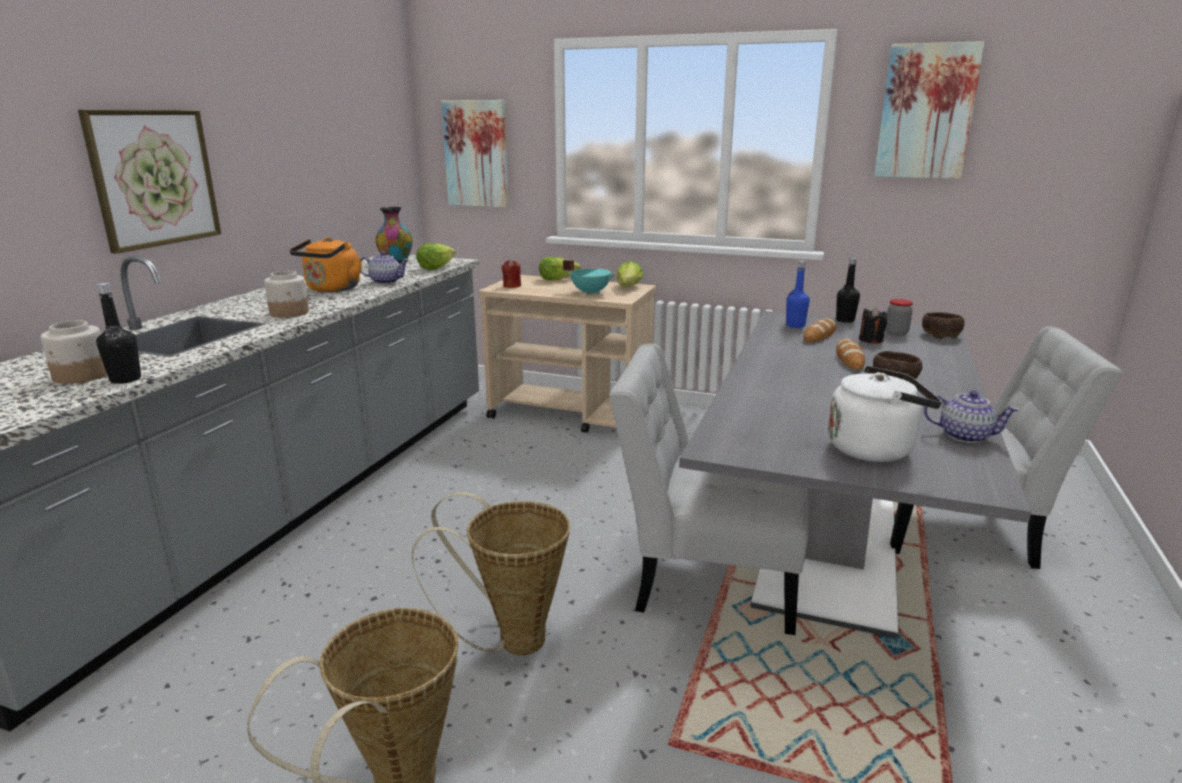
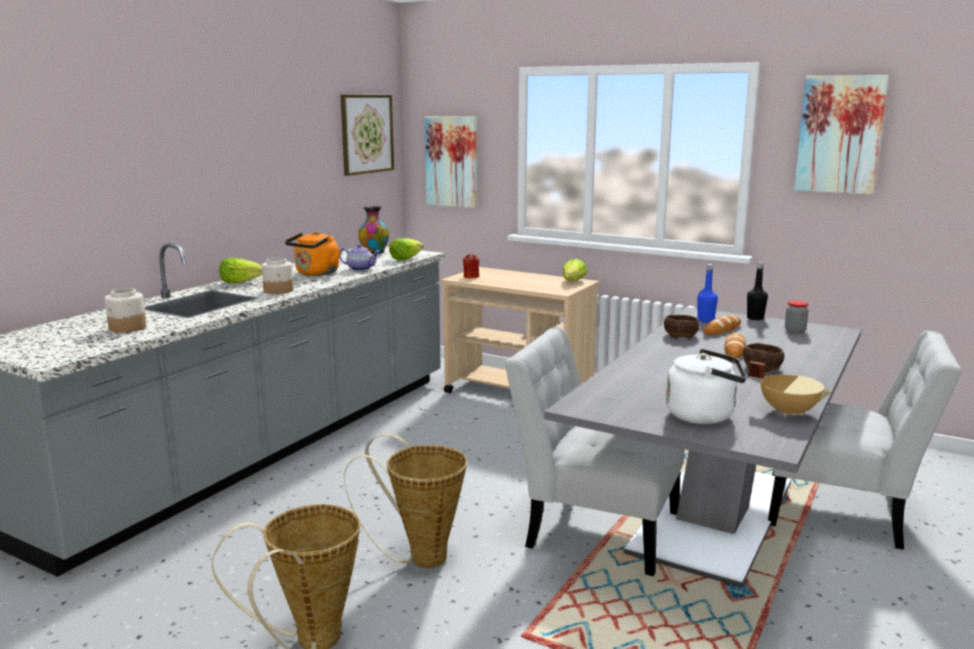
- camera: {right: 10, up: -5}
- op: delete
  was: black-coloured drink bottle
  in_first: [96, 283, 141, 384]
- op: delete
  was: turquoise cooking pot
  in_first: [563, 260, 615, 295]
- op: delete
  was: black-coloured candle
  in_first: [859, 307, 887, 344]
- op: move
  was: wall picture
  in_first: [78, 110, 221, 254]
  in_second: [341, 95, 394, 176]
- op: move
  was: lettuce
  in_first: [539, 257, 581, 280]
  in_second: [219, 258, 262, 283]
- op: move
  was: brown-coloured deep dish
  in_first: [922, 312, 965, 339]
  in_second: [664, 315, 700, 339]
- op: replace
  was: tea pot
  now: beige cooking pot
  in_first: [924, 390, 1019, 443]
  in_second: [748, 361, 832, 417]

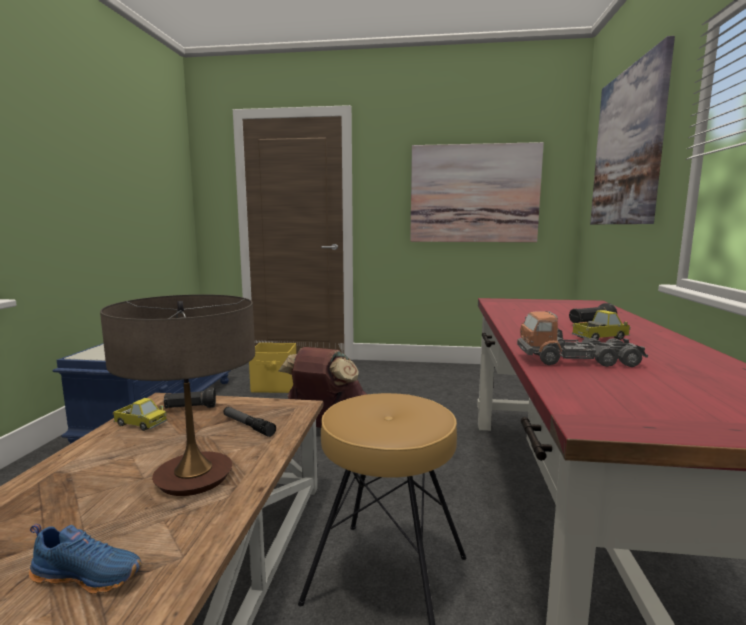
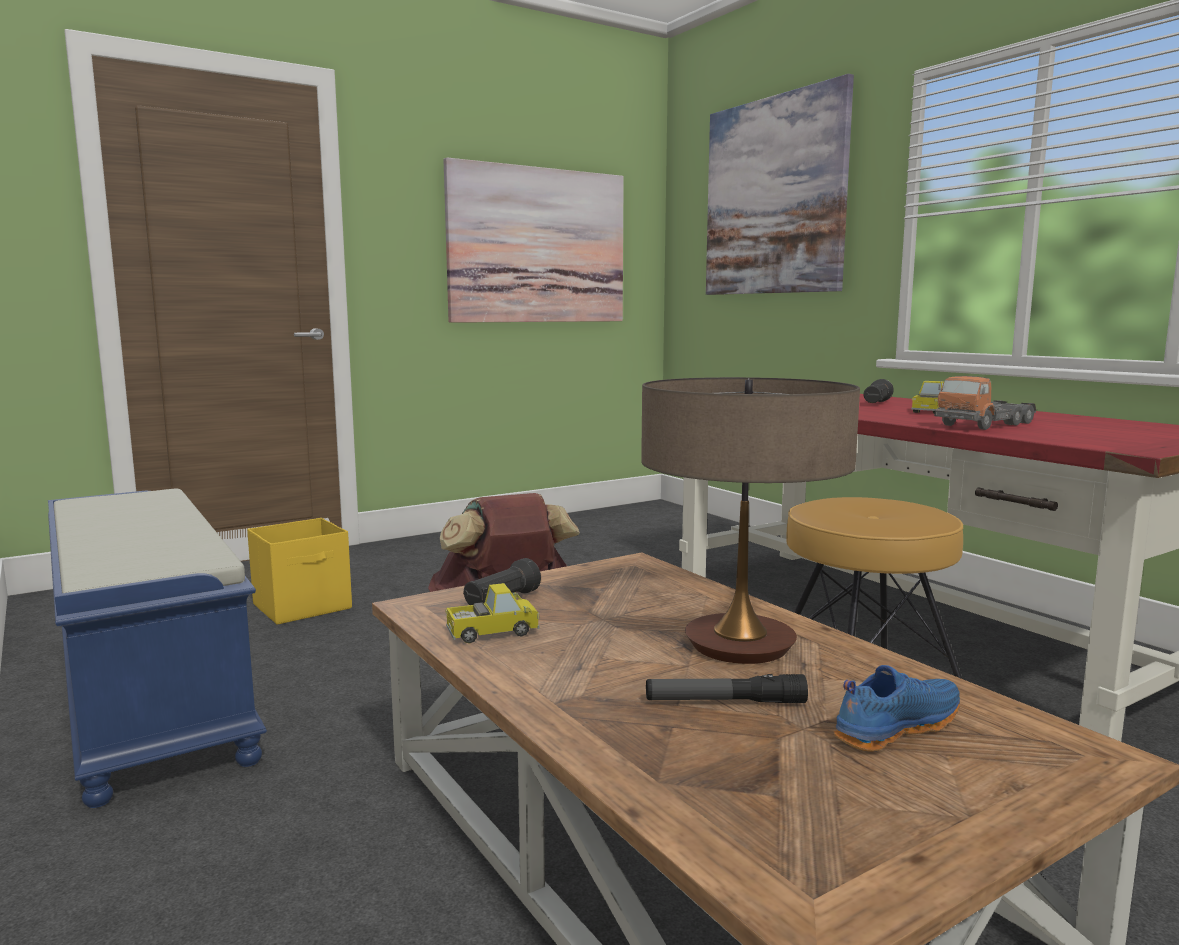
- camera: {right: -40, up: 0}
- op: move
  was: hand torch
  in_first: [223, 407, 276, 437]
  in_second: [646, 674, 808, 703]

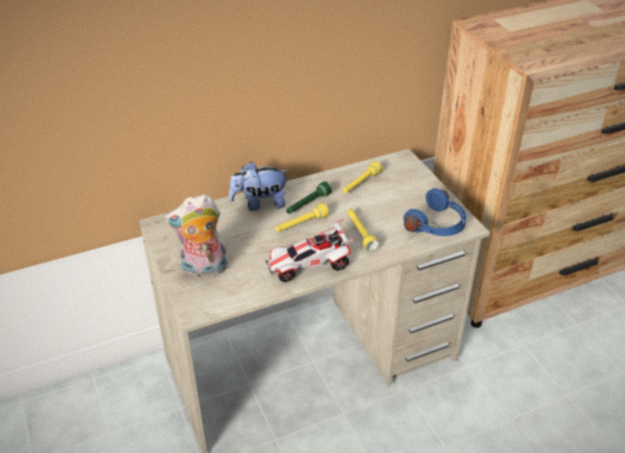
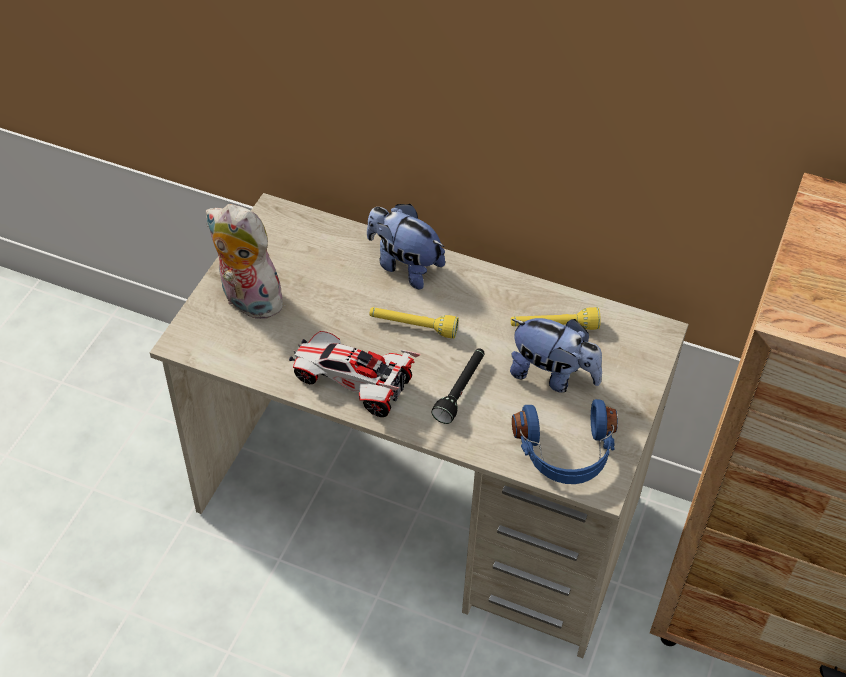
- camera: {right: 45, up: 10}
- op: delete
  was: green-coloured hand torch
  in_first: [286, 181, 332, 214]
- op: insert
  now: cuddly toy
  in_second: [510, 318, 602, 393]
- op: recolor
  was: yellow hand torch
  now: black-coloured hand torch
  in_first: [347, 209, 379, 252]
  in_second: [432, 348, 485, 424]

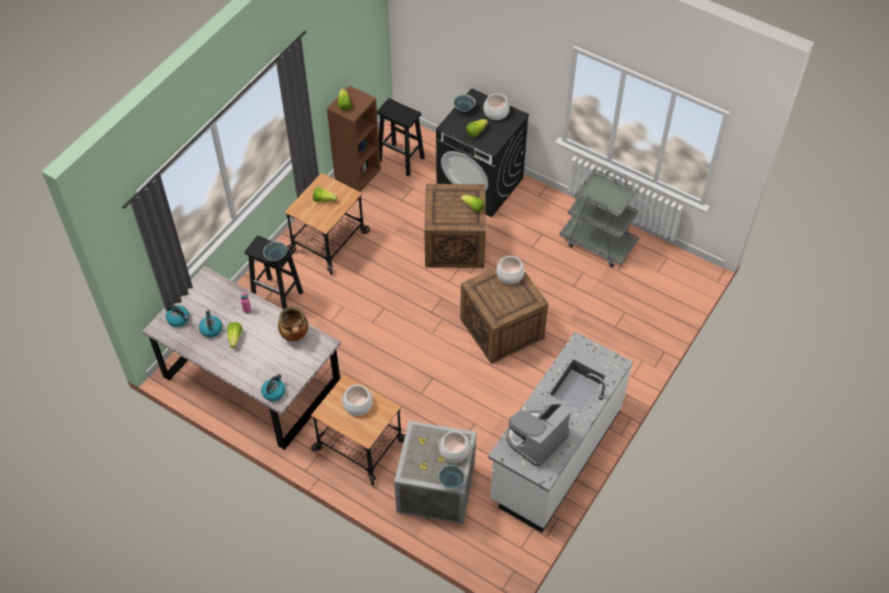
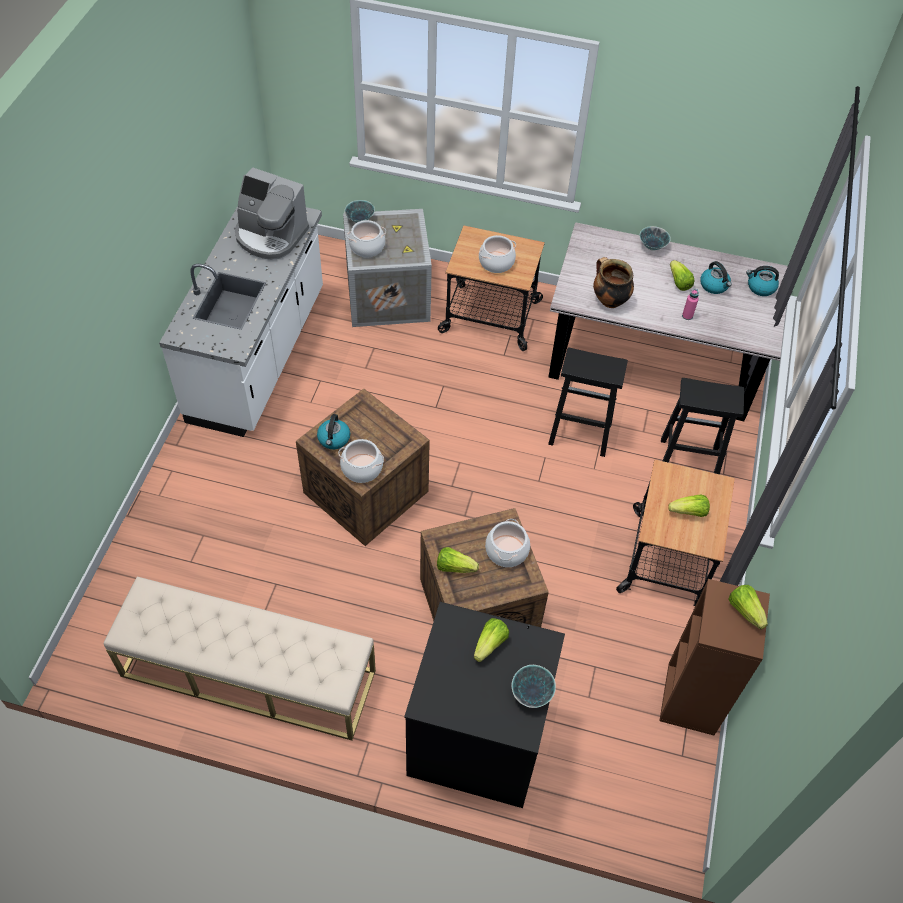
- camera: {right: 160, up: 0}
- op: move
  was: tea kettle
  in_first: [261, 374, 285, 401]
  in_second: [317, 414, 350, 449]
- op: move
  was: deep dish
  in_first: [263, 241, 287, 261]
  in_second: [640, 226, 671, 250]
- op: move
  was: black-coloured stool
  in_first: [377, 98, 425, 177]
  in_second: [548, 348, 628, 457]
- op: move
  was: cooking pot
  in_first: [483, 94, 510, 120]
  in_second: [485, 519, 530, 567]
- op: replace
  was: grey cart
  now: beige bench
  in_first: [560, 169, 639, 267]
  in_second: [104, 577, 376, 741]
- op: rotate
  was: coffee maker
  in_first: [506, 404, 571, 466]
  in_second: [235, 167, 309, 260]
  clockwise: 90

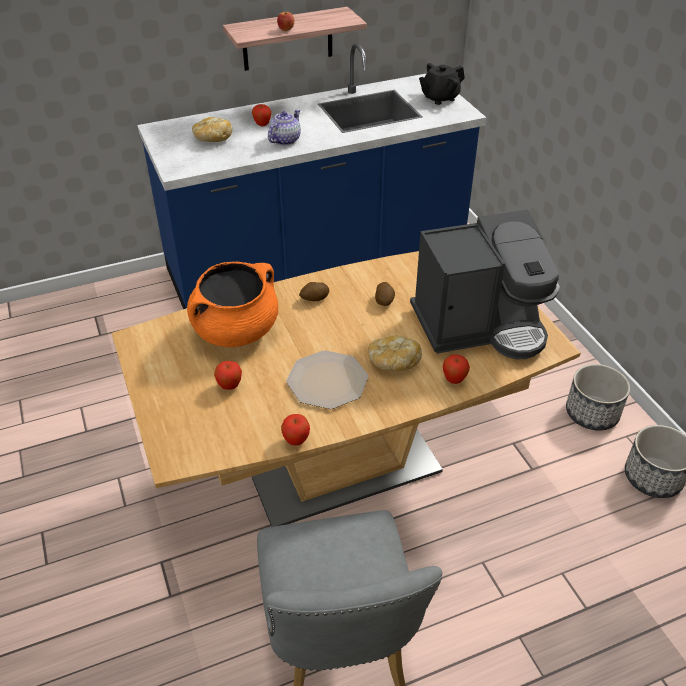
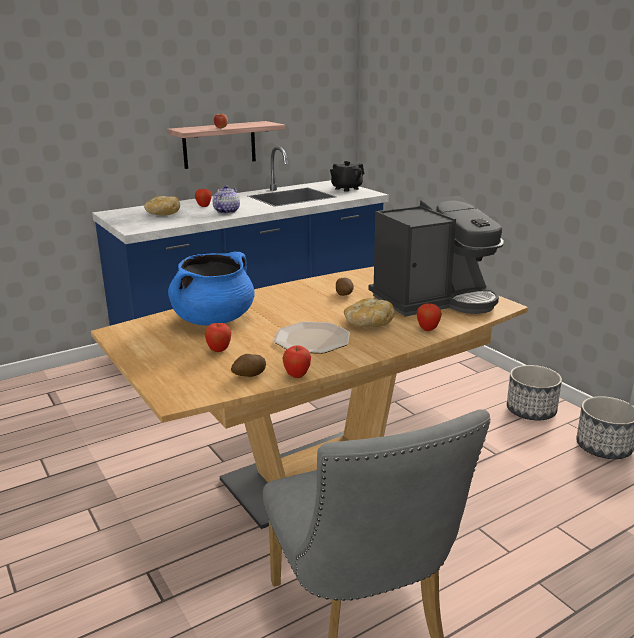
- camera: {right: -10, up: -20}
- op: move
  was: whole potato
  in_first: [299, 282, 329, 301]
  in_second: [231, 354, 266, 377]
- op: recolor
  was: orange-coloured cooking pot
  now: blue cooking pot
  in_first: [187, 262, 278, 347]
  in_second: [168, 252, 255, 325]

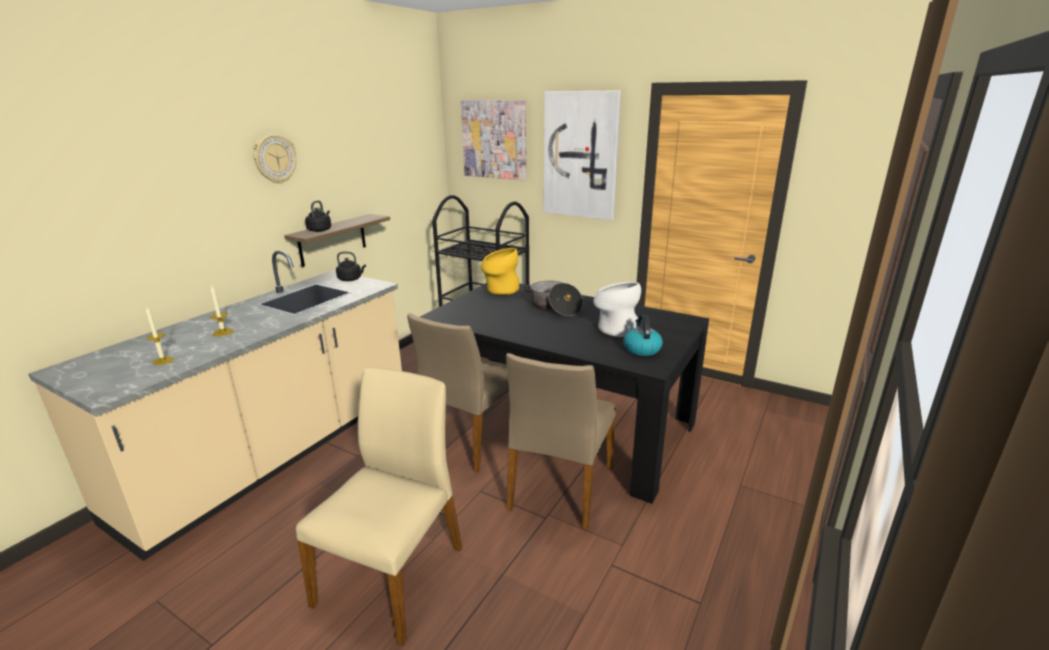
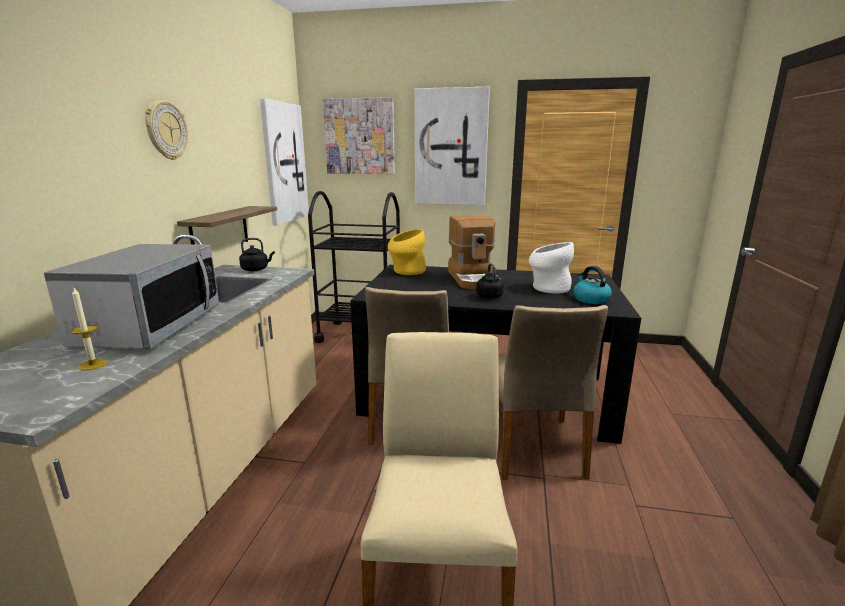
- camera: {right: -20, up: -5}
- op: insert
  now: wall picture
  in_second: [260, 98, 309, 225]
- op: move
  was: black-coloured tea kettle
  in_first: [305, 200, 331, 232]
  in_second: [476, 263, 504, 299]
- op: replace
  was: candle
  now: microwave oven
  in_first: [210, 285, 233, 336]
  in_second: [44, 244, 219, 349]
- op: replace
  was: cooking pot
  now: coffee maker
  in_first: [524, 281, 583, 316]
  in_second: [448, 215, 501, 289]

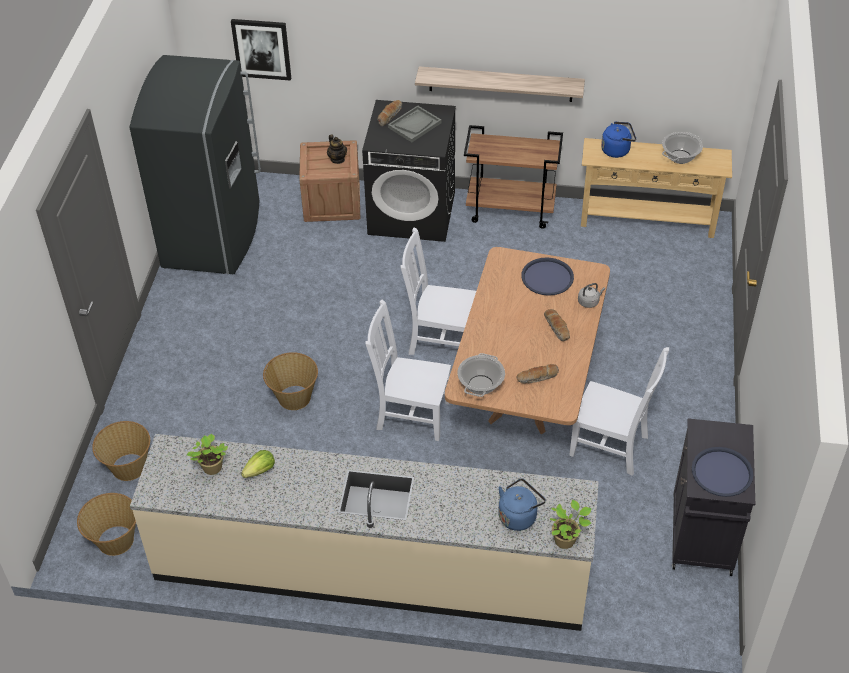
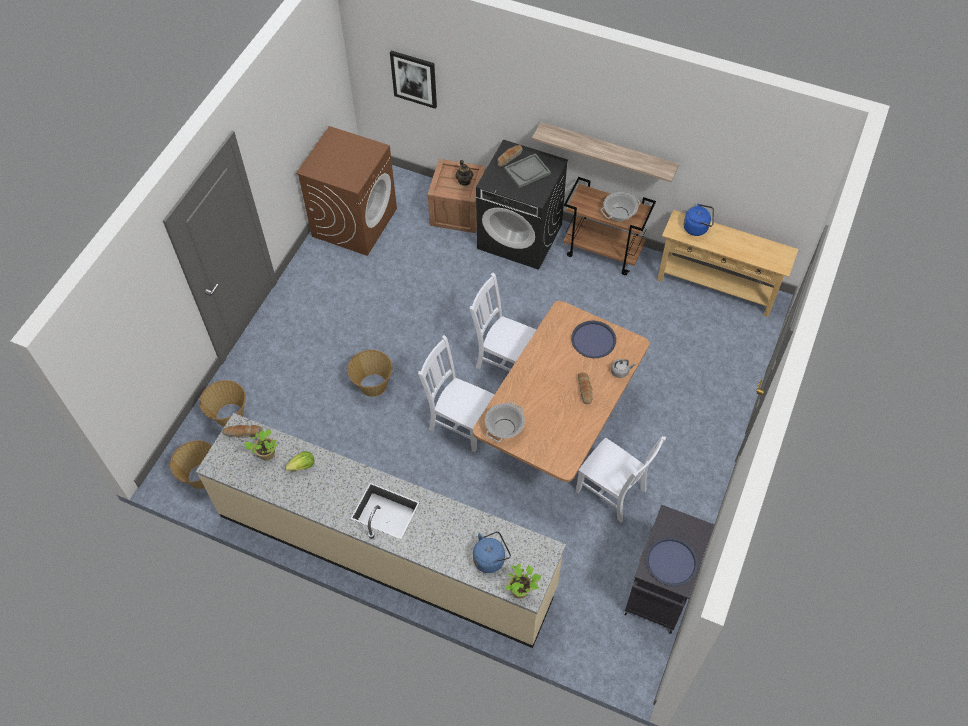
- camera: {right: 15, up: 10}
- op: move
  was: bakery bread
  in_first: [516, 364, 559, 384]
  in_second: [222, 425, 262, 438]
- op: move
  was: cooking pot
  in_first: [662, 132, 703, 164]
  in_second: [601, 192, 641, 221]
- op: replace
  was: grey kitchen fridge
  now: brown-coloured laundry machine
  in_first: [130, 55, 261, 274]
  in_second: [296, 126, 397, 256]

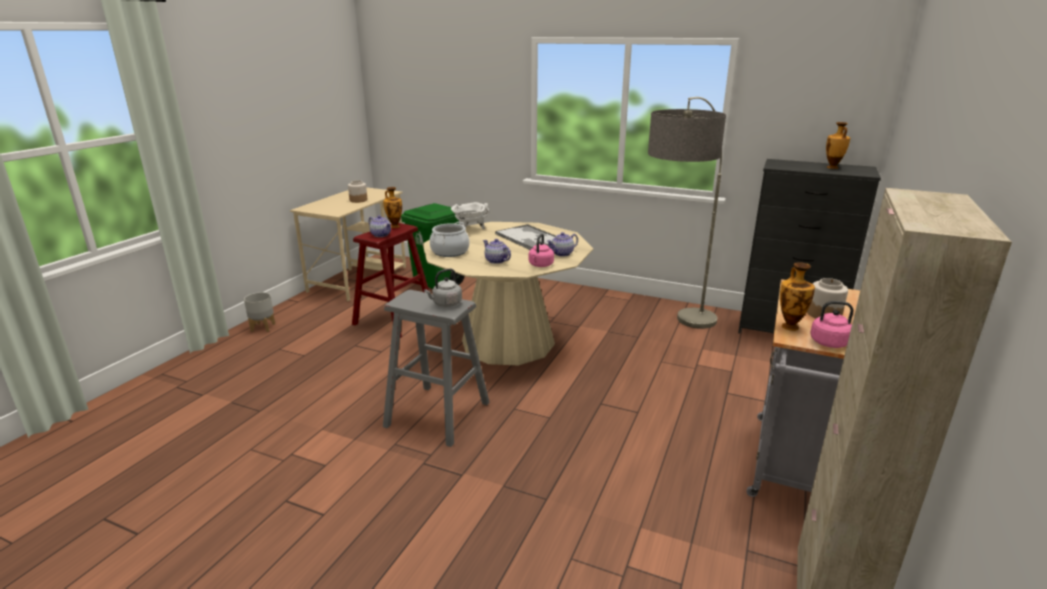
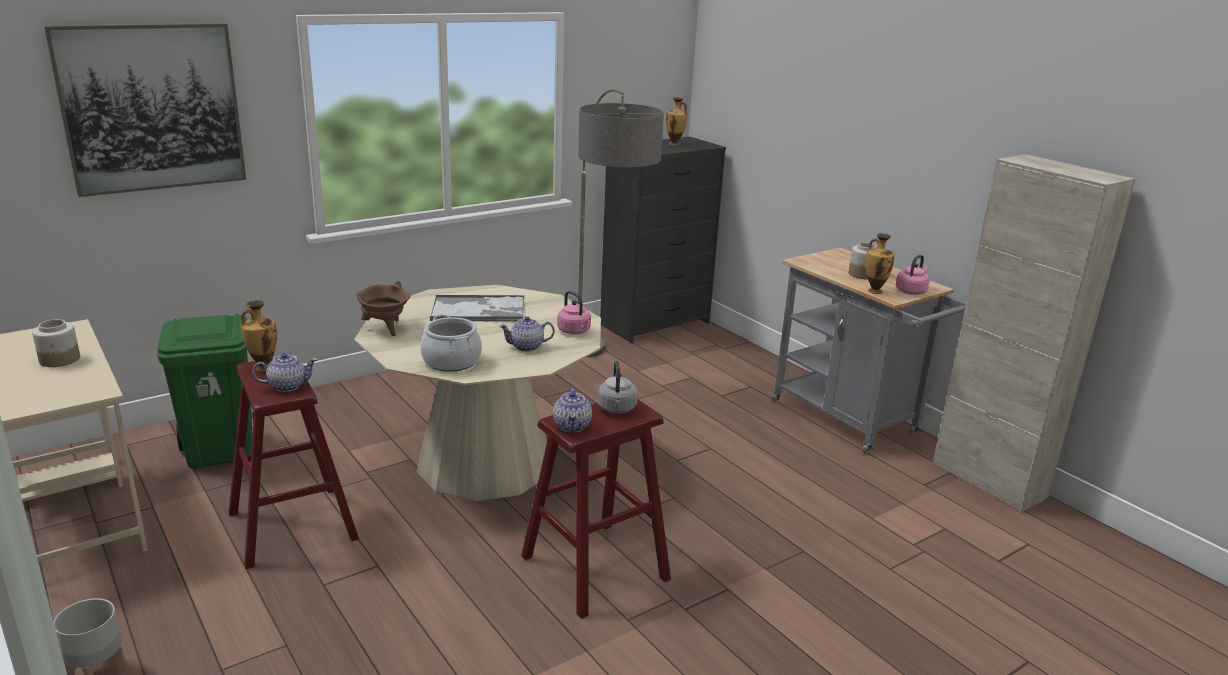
- camera: {right: -60, up: 0}
- op: insert
  now: wall picture
  in_second: [44, 23, 246, 197]
- op: move
  was: tea pot
  in_first: [547, 232, 578, 257]
  in_second: [553, 387, 592, 432]
- op: recolor
  was: grey stool
  now: reddish stool
  in_first: [383, 290, 490, 447]
  in_second: [521, 399, 671, 619]
- op: recolor
  was: whitish cooking pot
  now: brown-coloured cooking pot
  in_first: [451, 202, 489, 229]
  in_second: [356, 281, 411, 336]

